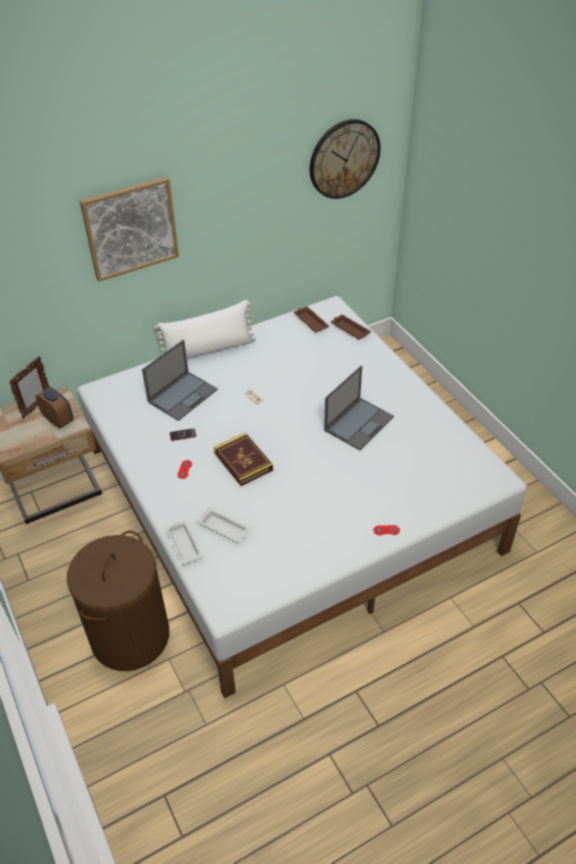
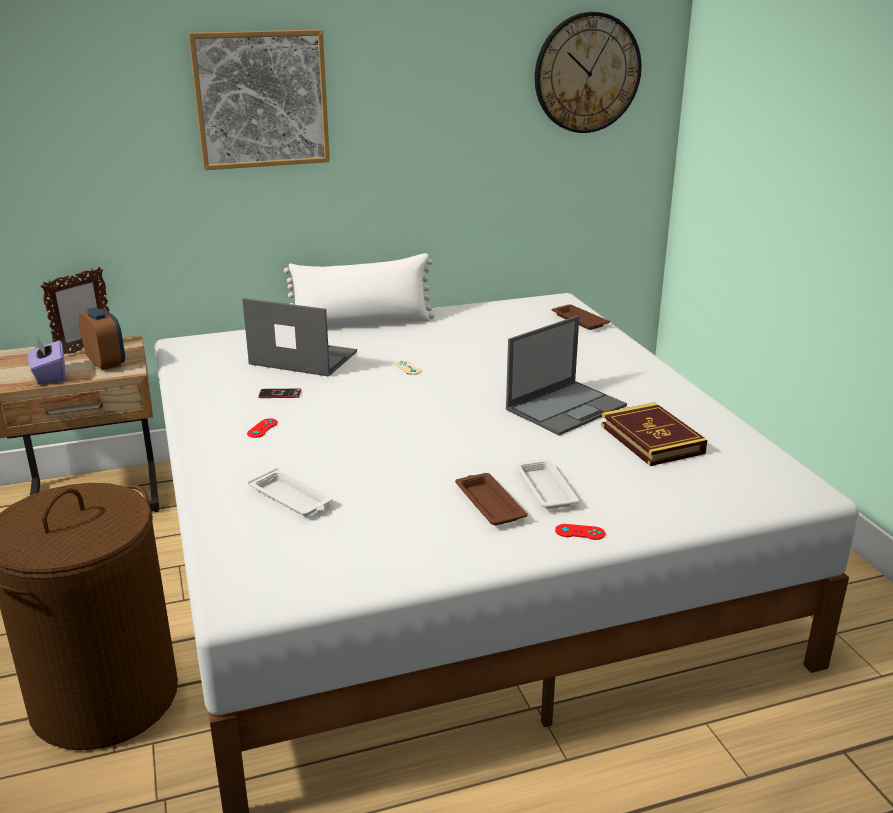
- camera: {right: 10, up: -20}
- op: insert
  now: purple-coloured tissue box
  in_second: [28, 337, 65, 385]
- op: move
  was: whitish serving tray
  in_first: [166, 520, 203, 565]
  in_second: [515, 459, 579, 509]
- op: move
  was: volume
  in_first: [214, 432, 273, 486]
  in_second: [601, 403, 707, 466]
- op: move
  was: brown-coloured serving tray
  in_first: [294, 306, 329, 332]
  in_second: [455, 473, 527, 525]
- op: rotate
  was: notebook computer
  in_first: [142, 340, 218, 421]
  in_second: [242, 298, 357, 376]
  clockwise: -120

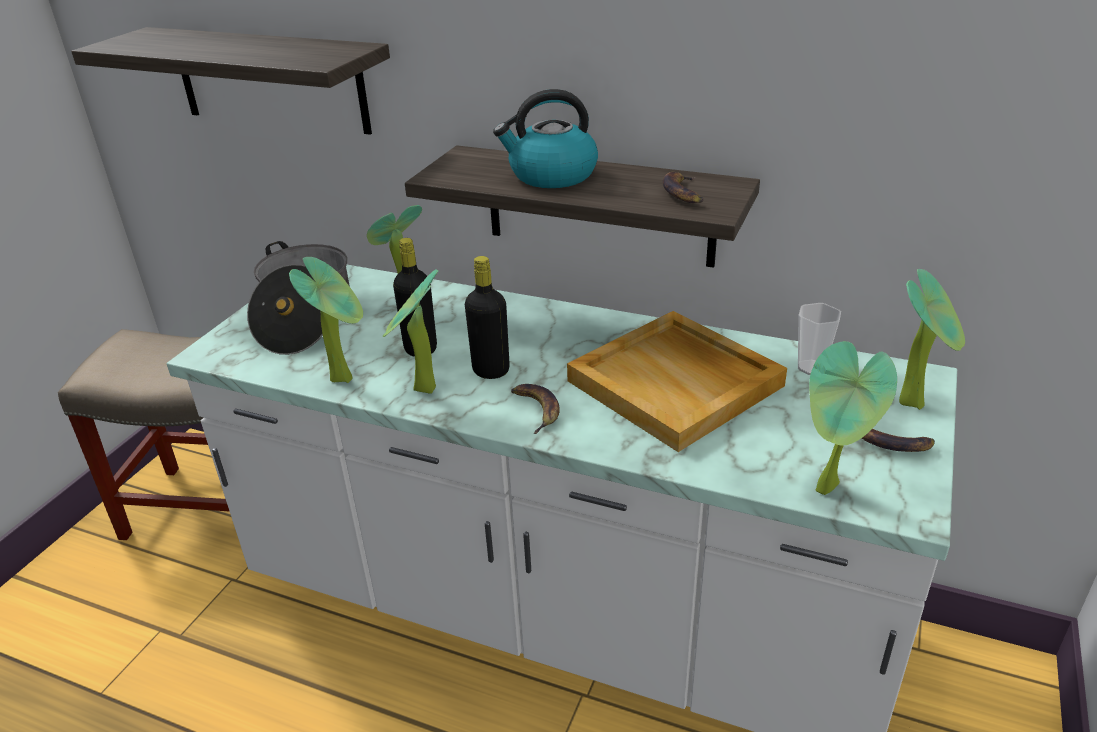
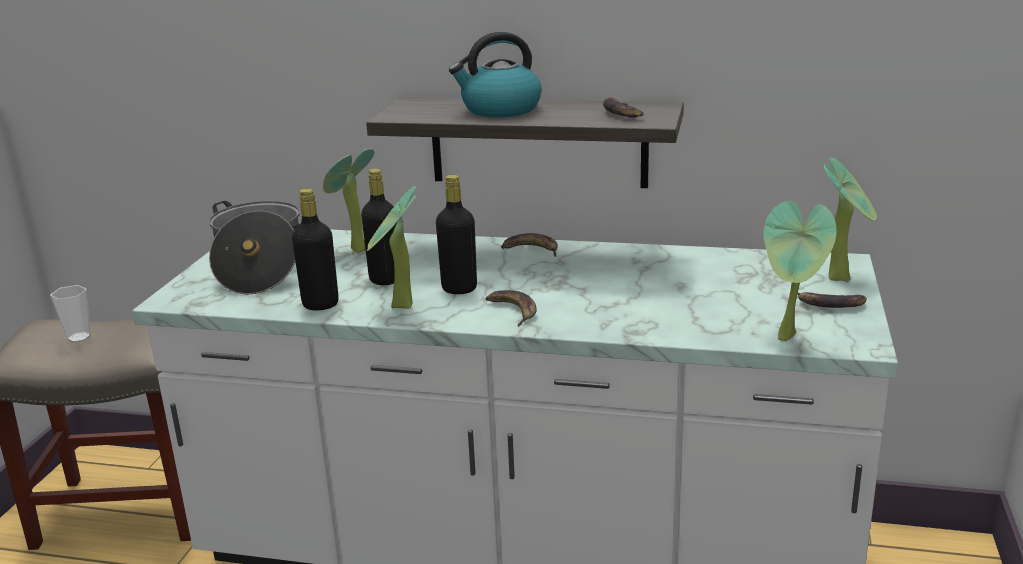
- camera: {right: -10, up: -10}
- op: delete
  was: wall shelf
  in_first: [71, 27, 390, 135]
- op: delete
  was: beige serving tray
  in_first: [567, 311, 787, 452]
- op: insert
  now: whole banana
  in_second: [501, 233, 558, 257]
- op: move
  was: cup
  in_first: [798, 303, 841, 375]
  in_second: [50, 285, 91, 343]
- op: replace
  was: potted plant
  now: black-coloured drink bottle
  in_first: [289, 257, 363, 383]
  in_second: [292, 189, 339, 310]

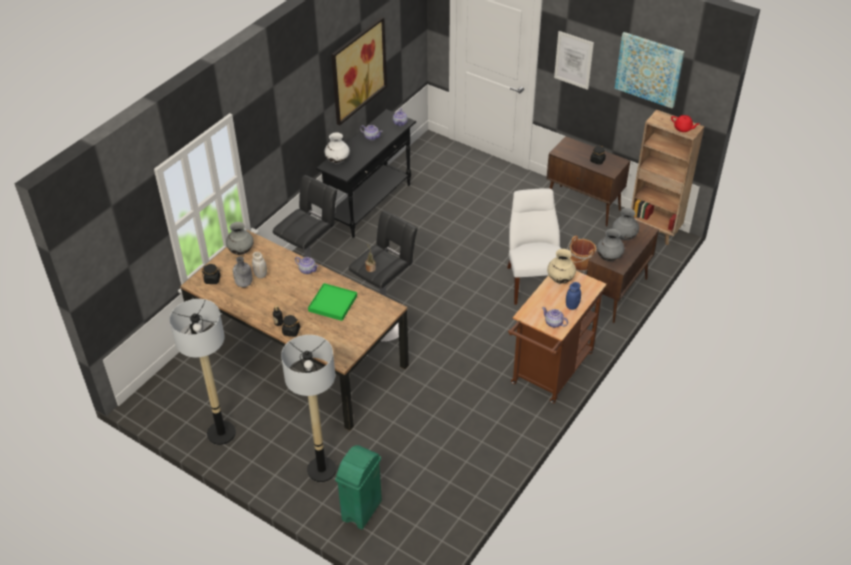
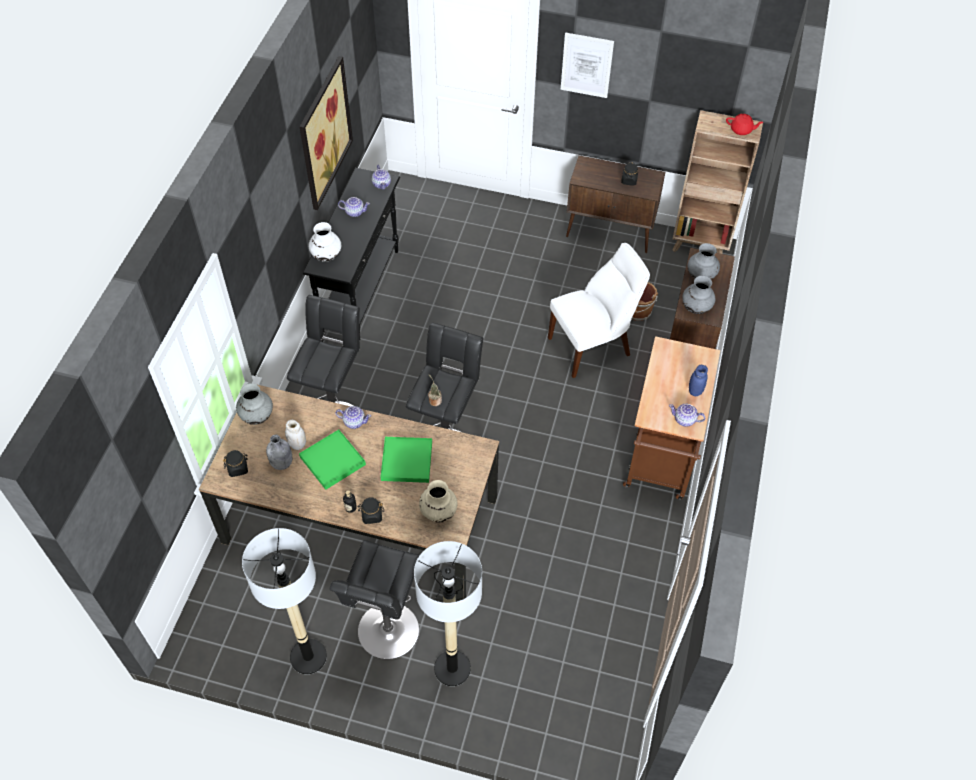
- camera: {right: -20, up: 10}
- op: delete
  was: green-coloured waste bin
  in_first: [335, 445, 382, 530]
- op: delete
  was: wall picture
  in_first: [615, 32, 685, 109]
- op: insert
  now: green-coloured serving tray
  in_second: [299, 429, 366, 490]
- op: insert
  now: black-coloured stool
  in_second: [329, 540, 420, 659]
- op: move
  was: beige vase
  in_first: [547, 249, 576, 284]
  in_second: [419, 480, 457, 523]
- op: rotate
  was: whitish plain chair
  in_first: [507, 188, 561, 305]
  in_second: [548, 243, 650, 378]
  clockwise: 90

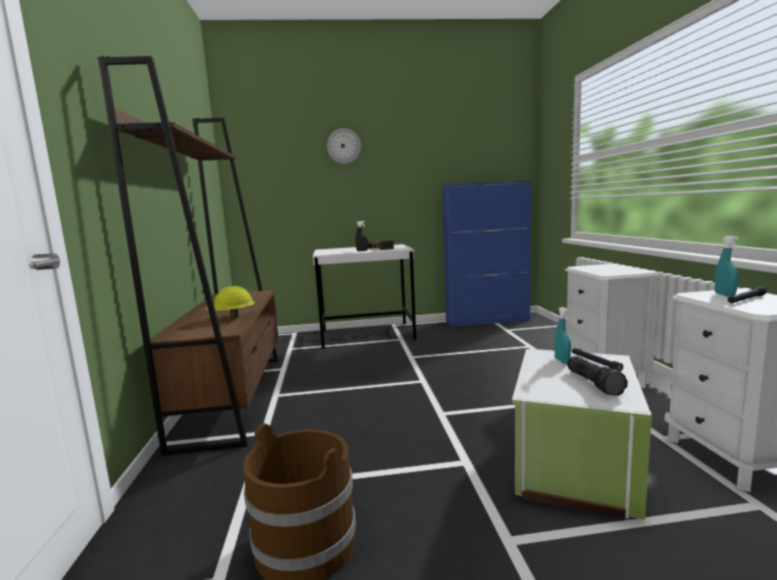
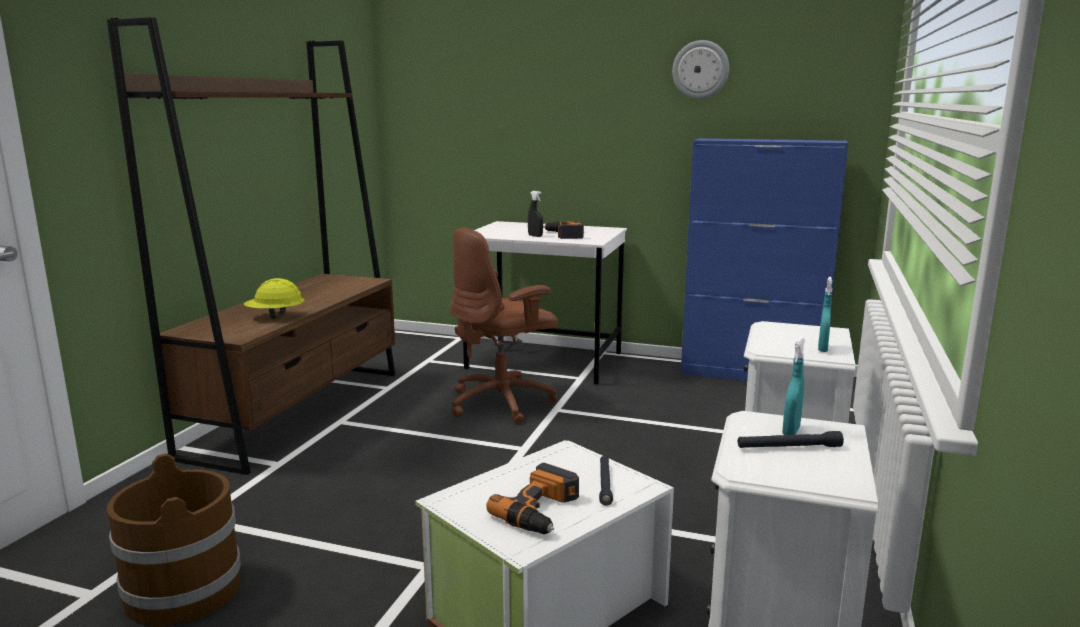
- camera: {right: 25, up: 5}
- op: insert
  now: brown-coloured office chair
  in_second: [450, 228, 558, 424]
- op: move
  was: hanging clock
  in_first: [327, 128, 361, 164]
  in_second: [672, 40, 729, 99]
- op: move
  was: turquoise hand sprayer
  in_first: [555, 307, 571, 364]
  in_second: [818, 277, 832, 352]
- op: replace
  was: hand torch
  now: drill
  in_first: [567, 356, 628, 396]
  in_second: [486, 463, 579, 534]

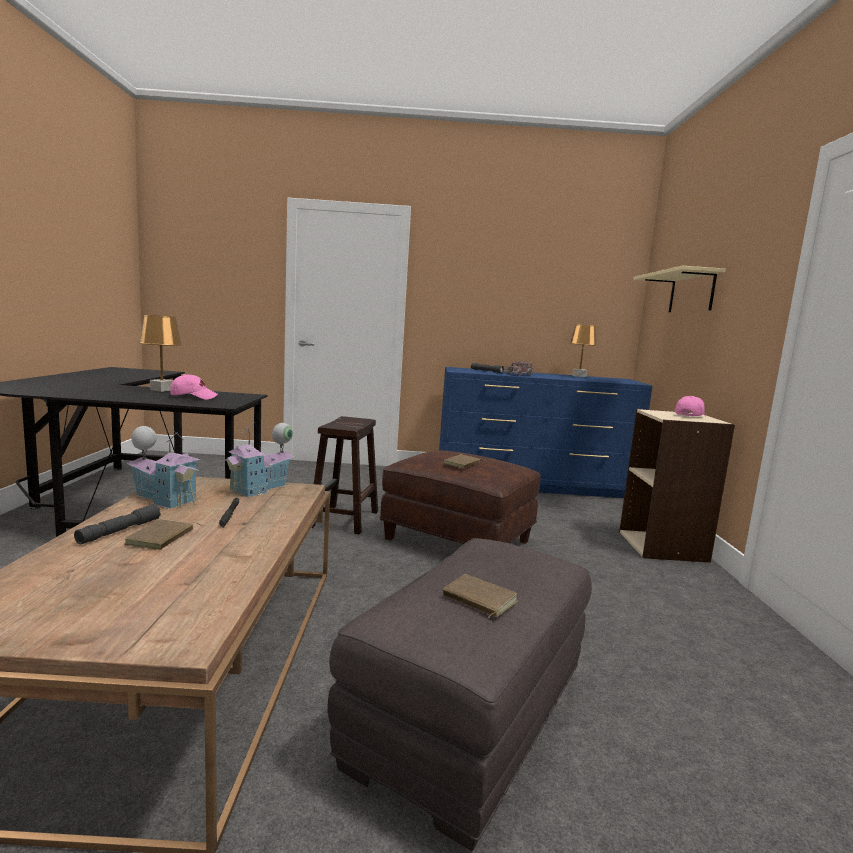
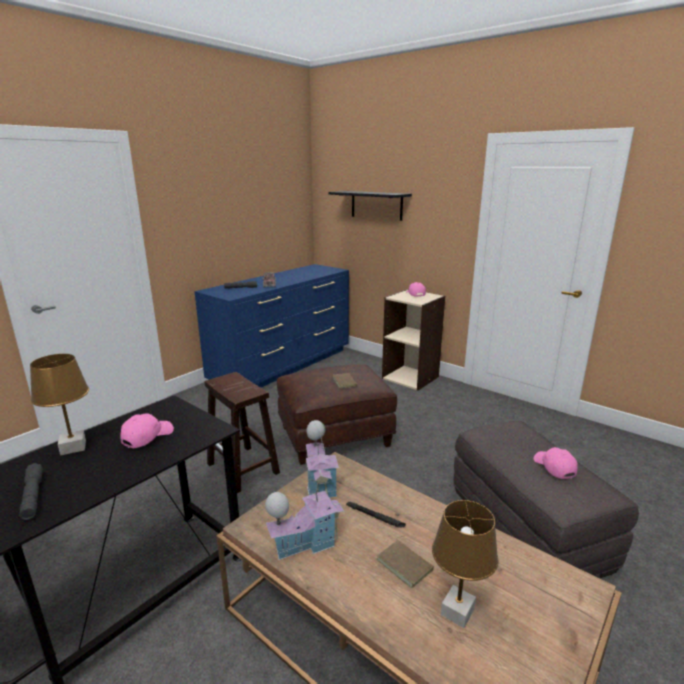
- camera: {right: -50, up: 10}
- op: move
  was: grey hand torch
  in_first: [74, 504, 161, 544]
  in_second: [19, 463, 43, 520]
- op: move
  was: brown-coloured table lamp
  in_first: [570, 325, 597, 377]
  in_second: [432, 500, 498, 628]
- op: replace
  was: brown-coloured volume
  now: pink baseball cap
  in_first: [443, 574, 518, 618]
  in_second: [534, 447, 578, 479]
- op: recolor
  was: beige wall shelf
  now: black-coloured wall shelf
  in_first: [633, 266, 725, 312]
  in_second: [328, 191, 412, 221]

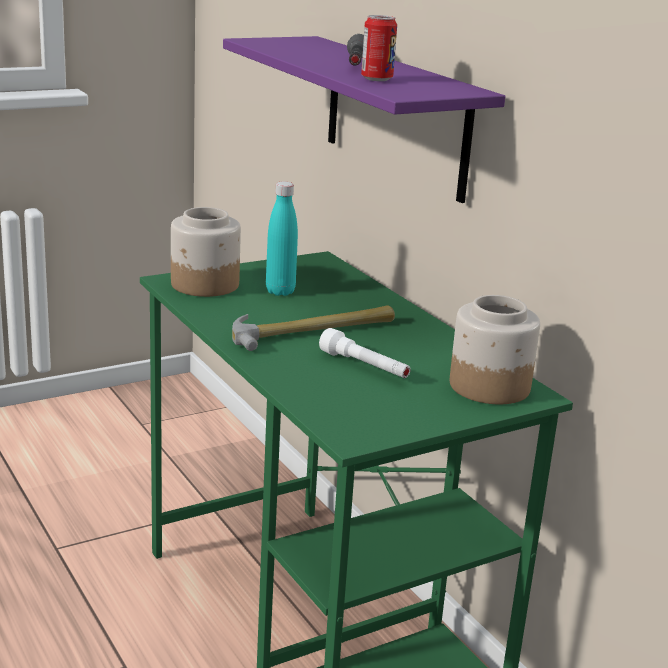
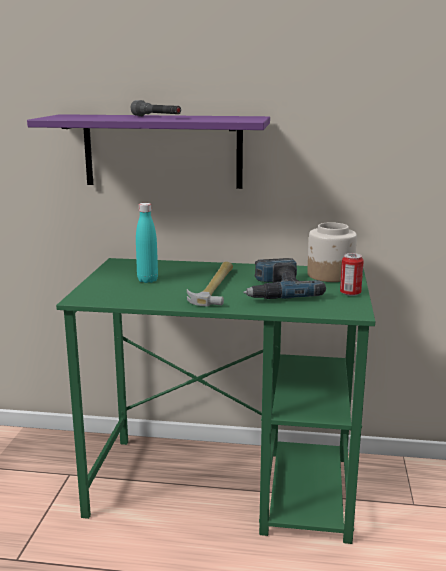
- camera: {right: -50, up: -5}
- op: delete
  was: storage jar
  in_first: [171, 207, 241, 297]
- op: move
  was: metal can
  in_first: [361, 15, 397, 81]
  in_second: [340, 253, 364, 296]
- op: replace
  was: whitish hand torch
  now: drill
  in_first: [319, 328, 411, 378]
  in_second: [243, 258, 326, 299]

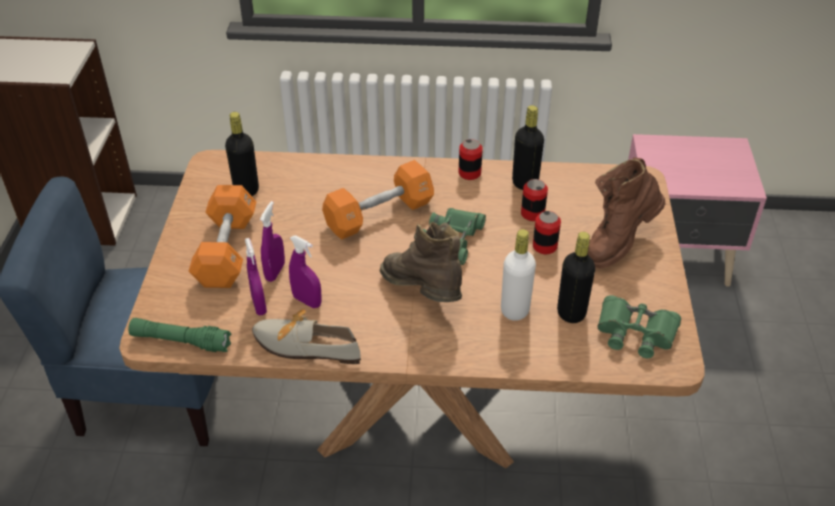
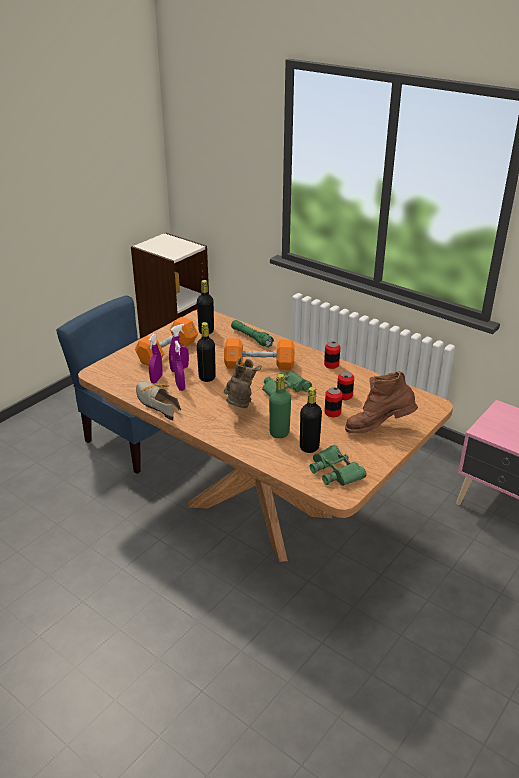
- camera: {right: 35, up: -10}
- op: move
  was: green-coloured hand torch
  in_first: [128, 318, 231, 352]
  in_second: [231, 320, 274, 348]
- op: move
  was: black-coloured drink bottle
  in_first: [512, 105, 544, 190]
  in_second: [197, 322, 216, 382]
- op: recolor
  was: whitish drink bottle
  now: green-coloured drink bottle
  in_first: [501, 229, 536, 321]
  in_second: [269, 374, 291, 438]

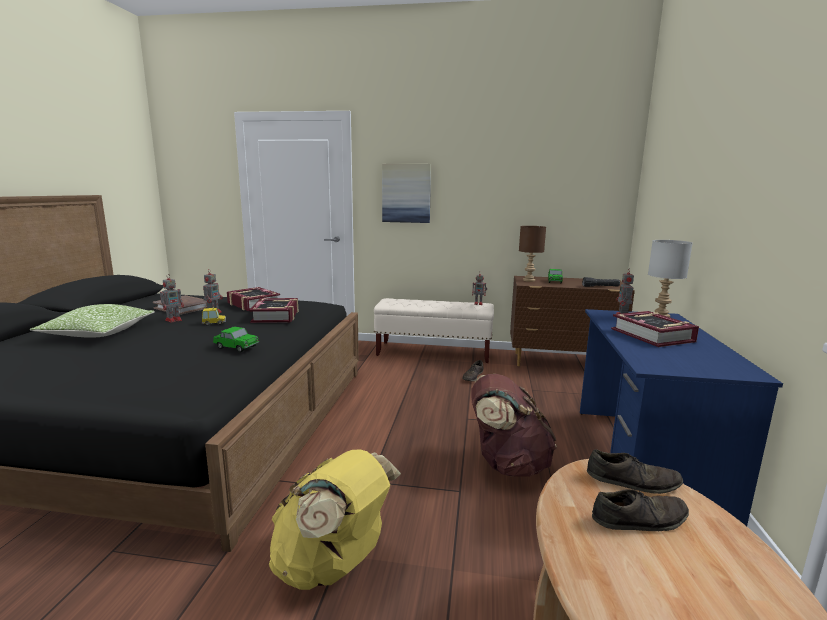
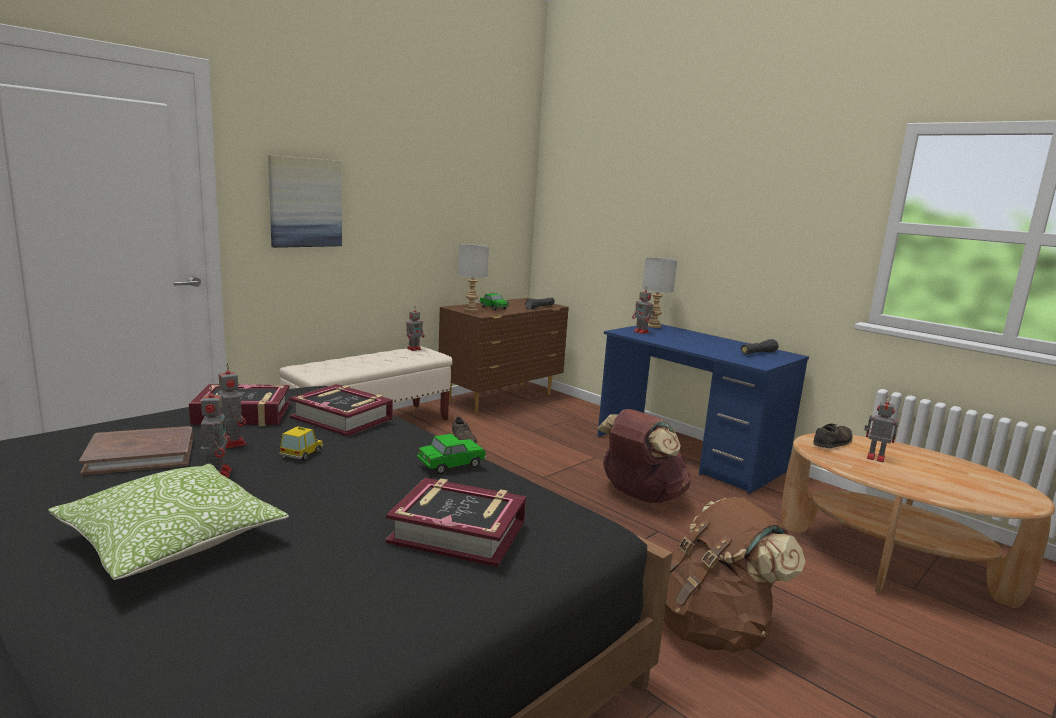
- camera: {right: -55, up: 0}
- op: insert
  now: black-coloured hand torch
  in_second: [741, 339, 779, 354]
- op: move
  was: volume
  in_first: [611, 311, 699, 347]
  in_second: [386, 478, 526, 567]
- op: replace
  was: brown-coloured low shoe
  now: robot figure
  in_first: [592, 489, 689, 531]
  in_second: [864, 396, 899, 463]
- op: recolor
  was: yellow backpack
  now: brown-coloured backpack
  in_first: [269, 450, 401, 590]
  in_second: [664, 497, 805, 653]
- op: recolor
  was: brown-coloured table lamp
  now: grey table lamp
  in_first: [519, 226, 546, 282]
  in_second: [458, 244, 489, 312]

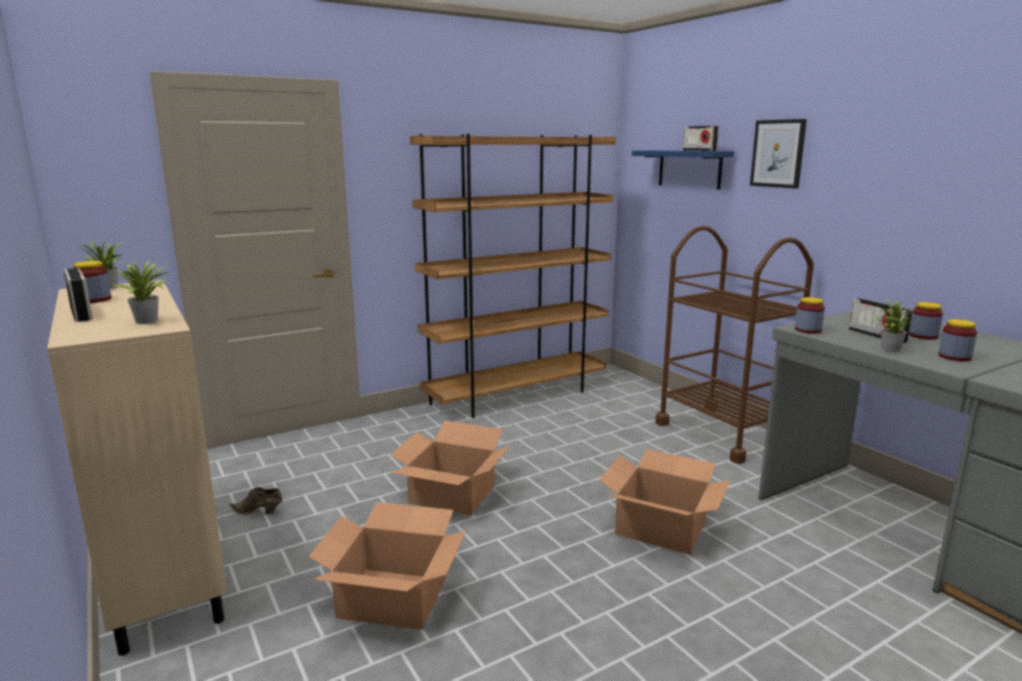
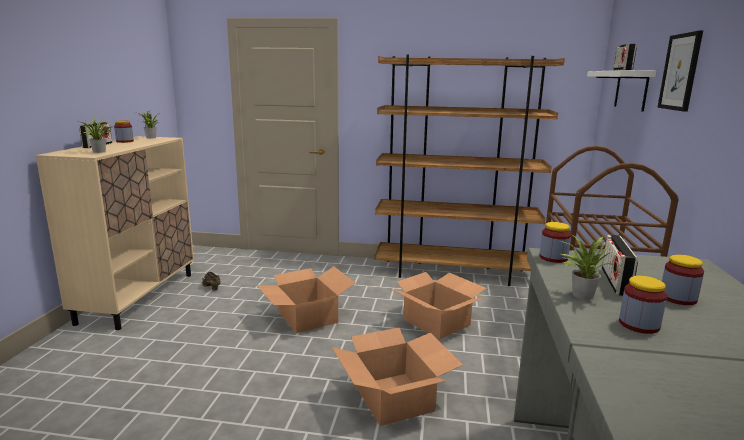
- camera: {right: 40, up: 0}
- op: move
  was: packing box
  in_first: [309, 502, 466, 630]
  in_second: [391, 272, 487, 339]
- op: recolor
  was: blue wall shelf
  now: whitish wall shelf
  in_first: [632, 150, 734, 190]
  in_second: [587, 70, 656, 112]

